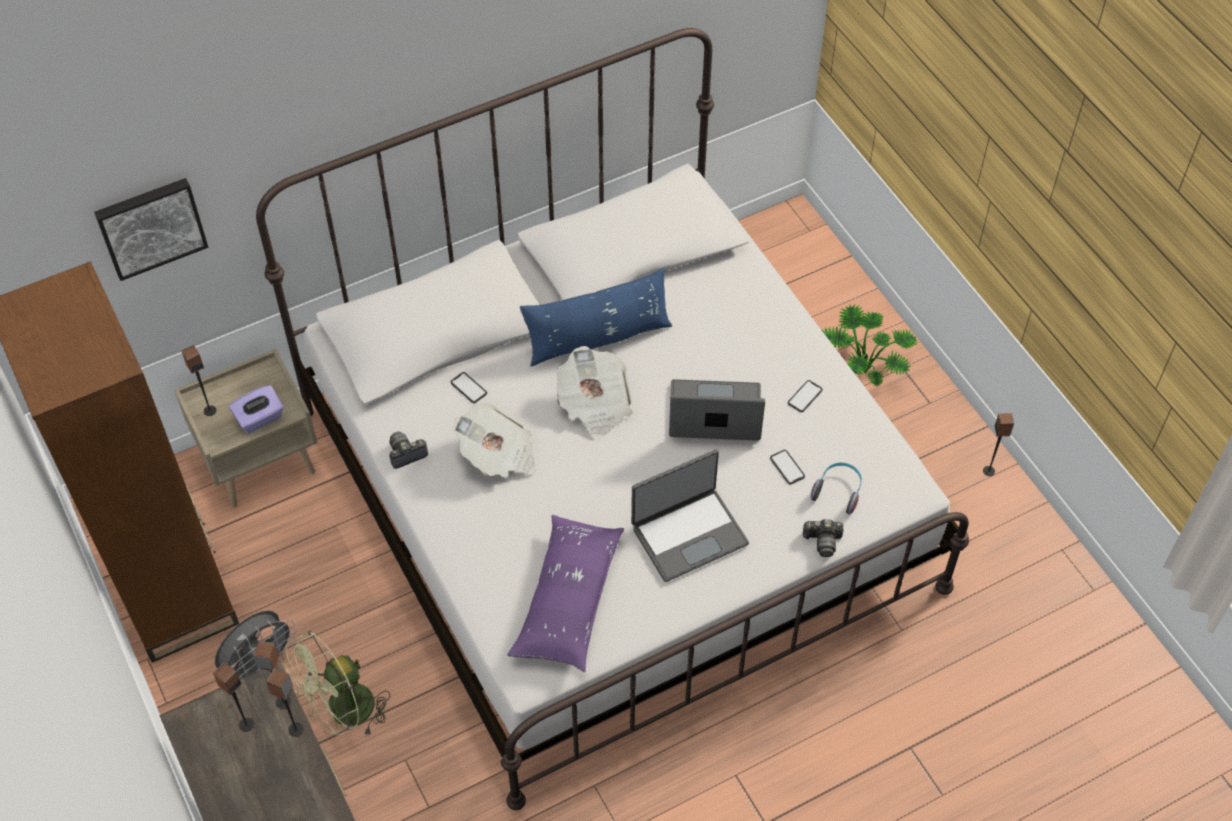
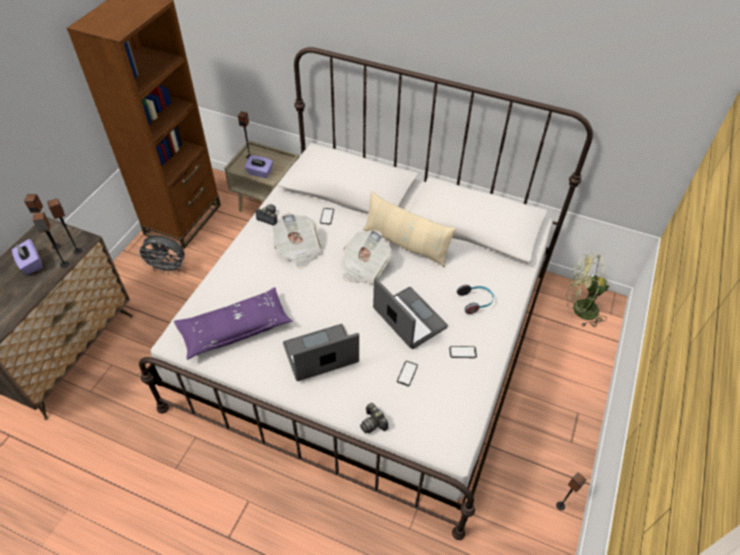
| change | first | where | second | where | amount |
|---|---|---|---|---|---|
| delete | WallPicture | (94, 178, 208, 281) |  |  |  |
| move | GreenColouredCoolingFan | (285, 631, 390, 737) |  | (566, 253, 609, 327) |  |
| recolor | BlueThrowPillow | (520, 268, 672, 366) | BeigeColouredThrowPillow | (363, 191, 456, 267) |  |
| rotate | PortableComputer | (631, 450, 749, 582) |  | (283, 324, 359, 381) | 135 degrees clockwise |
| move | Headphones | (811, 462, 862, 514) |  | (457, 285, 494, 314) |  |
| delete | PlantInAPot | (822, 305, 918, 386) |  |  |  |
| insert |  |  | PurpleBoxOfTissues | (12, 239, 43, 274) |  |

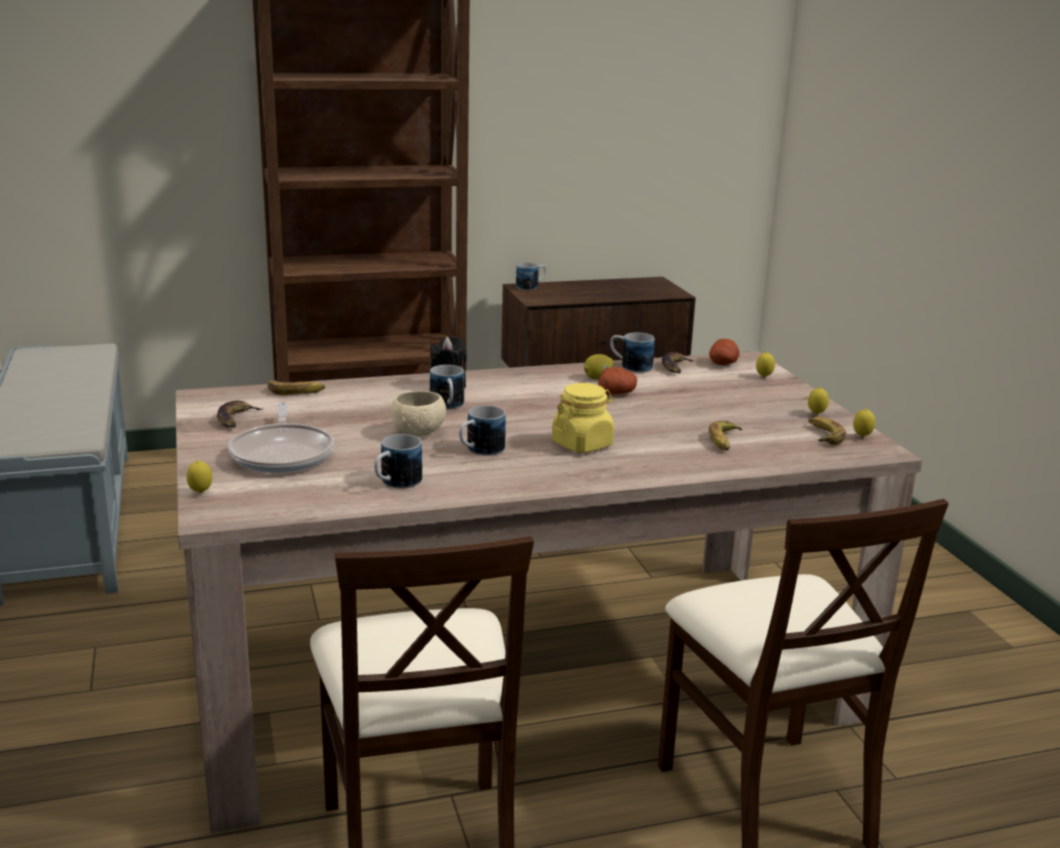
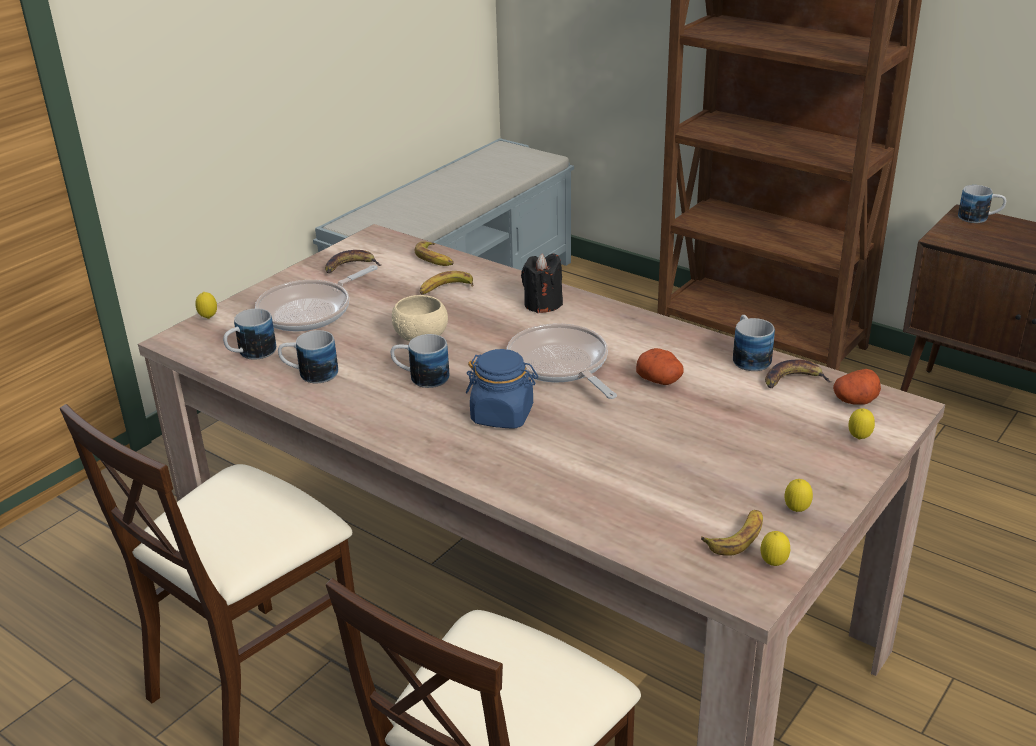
| change | first | where | second | where | amount |
|---|---|---|---|---|---|
| move | CoffeeMug | (430, 365, 464, 409) |  | (223, 309, 276, 360) |  |
| recolor | YellowishJar | (552, 383, 614, 453) | BlueJar | (466, 349, 538, 429) |  |
| delete | CitrusFruit | (584, 354, 613, 380) |  |  |  |
| move | Banana | (709, 421, 742, 451) |  | (420, 271, 473, 295) |  |
| insert |  |  | Pan | (507, 323, 617, 399) |  |

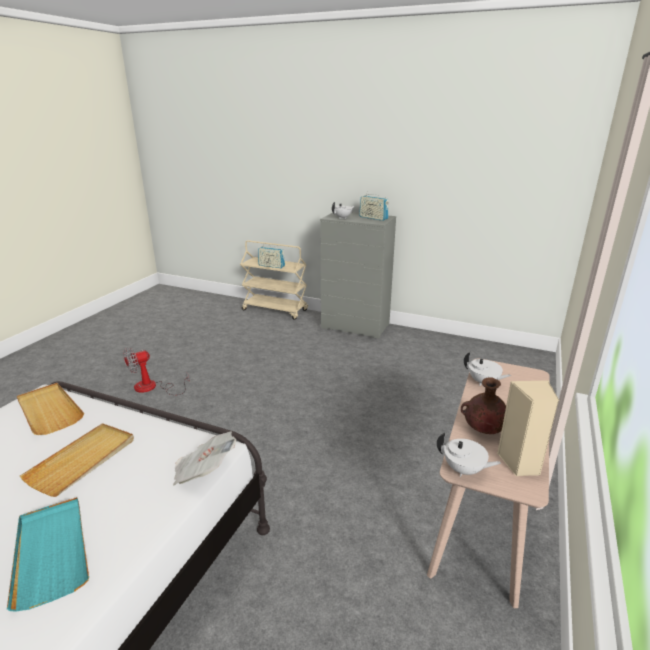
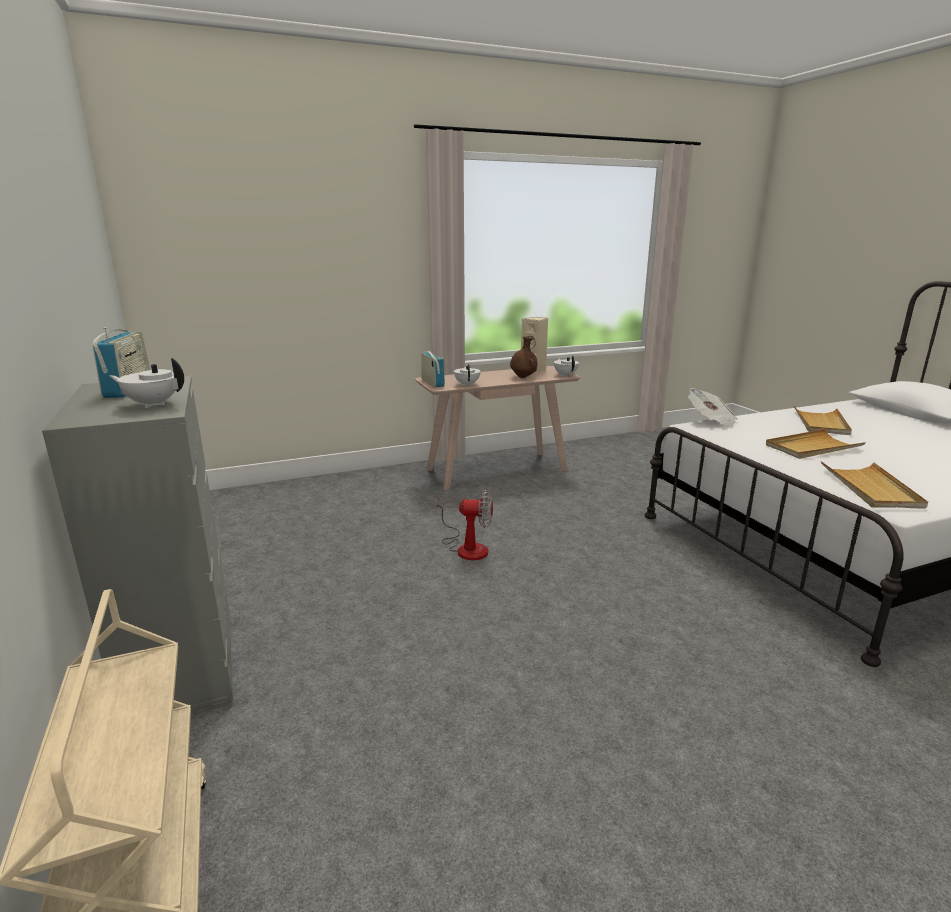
| change | first | where | second | where | amount |
|---|---|---|---|---|---|
| recolor | TurquoiseColouredTray | (7, 497, 89, 612) | BeigeColouredTray | (794, 406, 852, 435) |  |
| move | CoolingFan | (123, 348, 190, 395) |  | (436, 489, 493, 560) |  |
| move | RadioReceiver | (258, 243, 285, 268) |  | (421, 350, 445, 387) |  |

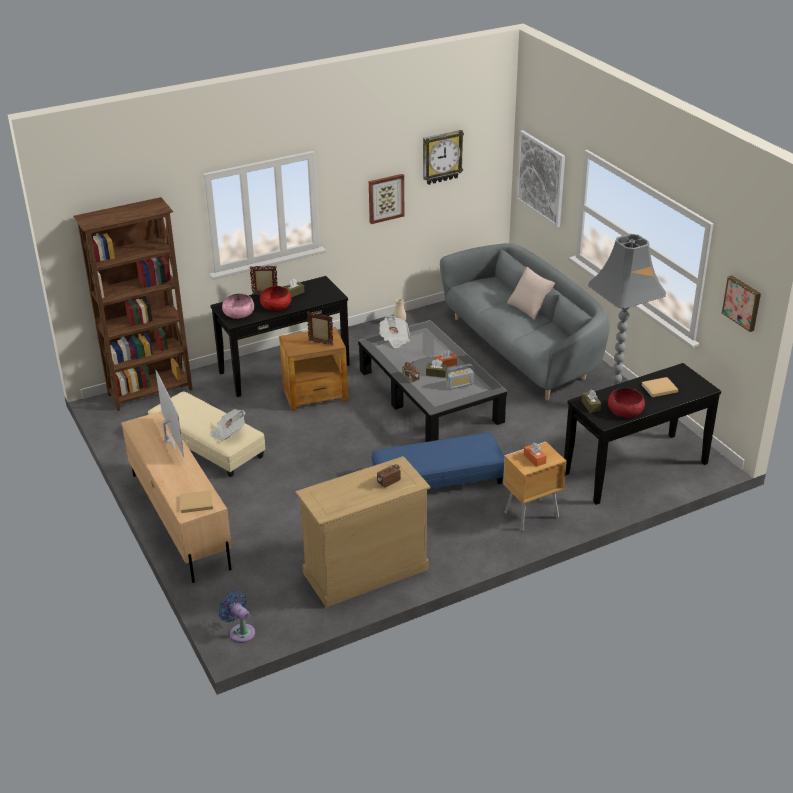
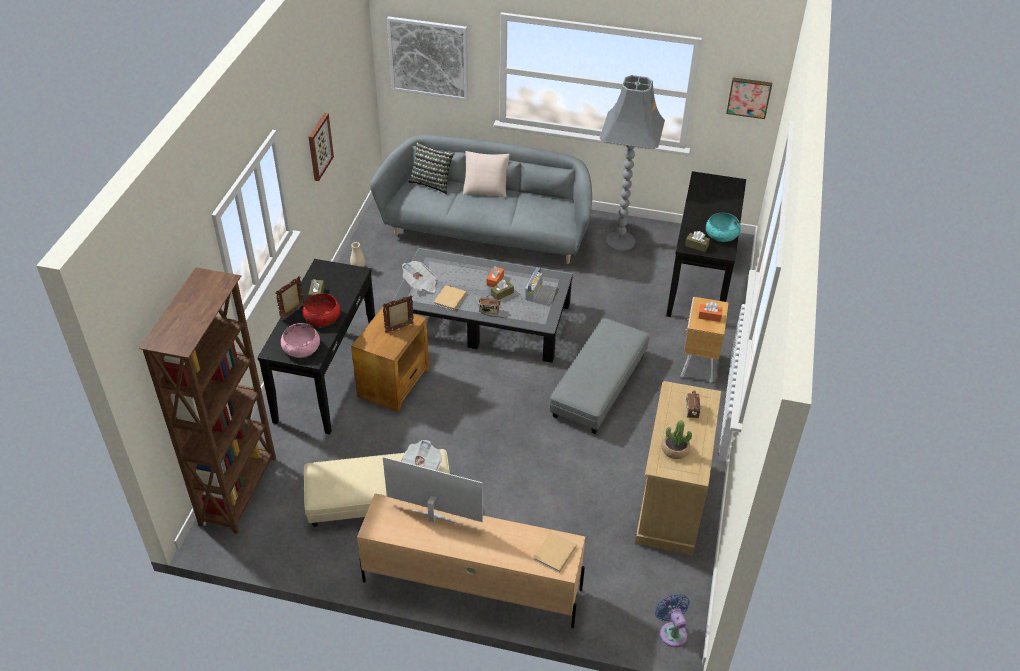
| change | first | where | second | where | amount |
|---|---|---|---|---|---|
| rotate | BlueCoolingFan | (218, 591, 255, 643) |  | (655, 594, 690, 647) | 75 degrees clockwise |
| recolor | BlueOttoman | (372, 433, 504, 489) | GreyOttoman | (550, 318, 649, 434) |  |
| delete | ClockOnTheWall | (423, 130, 464, 185) |  |  |  |
| recolor | RedDeepDish | (608, 388, 645, 418) | TurquoiseColouredDeepDish | (706, 213, 741, 242) |  |
| move | BeigeColouredBook | (642, 377, 678, 397) |  | (434, 285, 466, 311) |  |
| insert |  |  | ThrowPillow | (409, 142, 455, 194) |  |
| insert |  |  | PlantInAPot | (661, 420, 692, 459) |  |

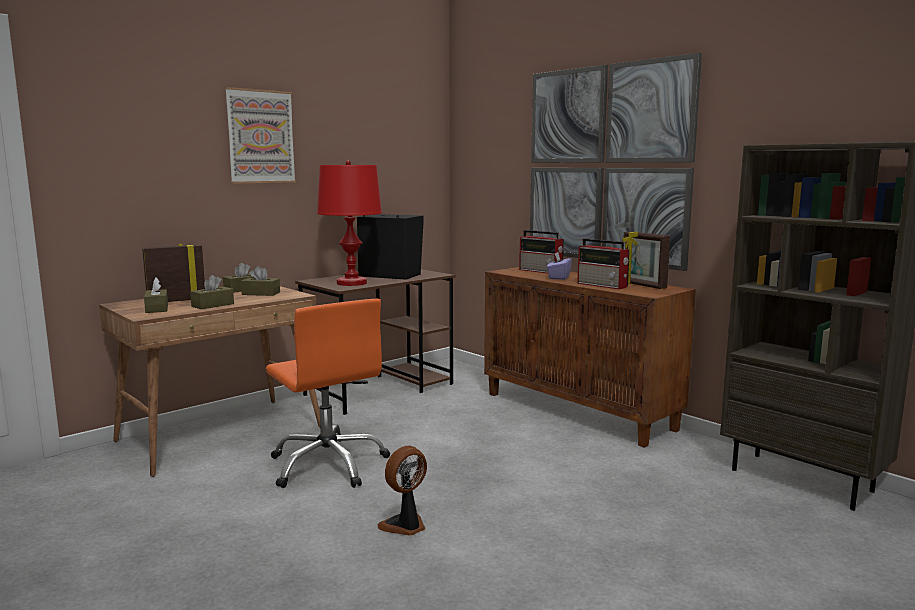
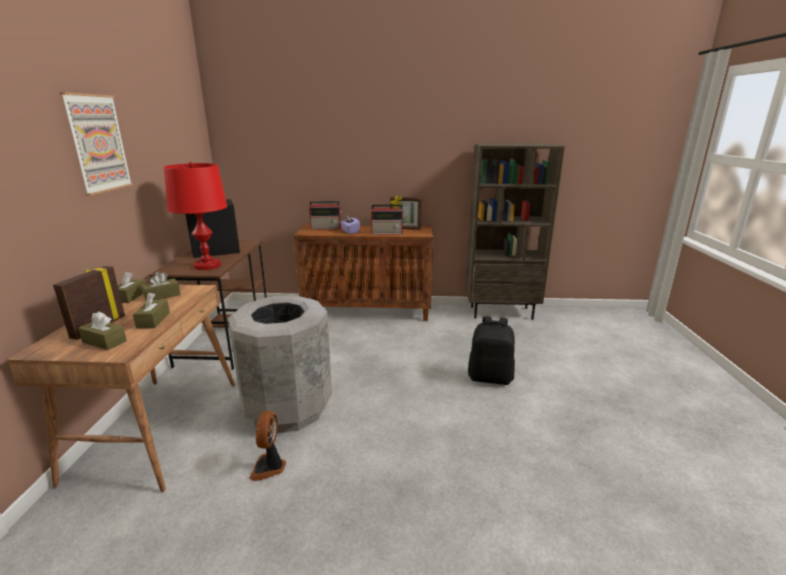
| change | first | where | second | where | amount |
|---|---|---|---|---|---|
| replace | OrangeDeskChair | (266, 299, 390, 488) | GreyRubbishBin | (228, 295, 332, 433) |  |
| move | CoolingFan | (377, 446, 427, 536) |  | (250, 411, 286, 481) |  |
| delete | WallPicture | (530, 53, 702, 271) |  |  |  |
| insert |  |  | BlackishRucksack | (468, 316, 515, 385) |  |

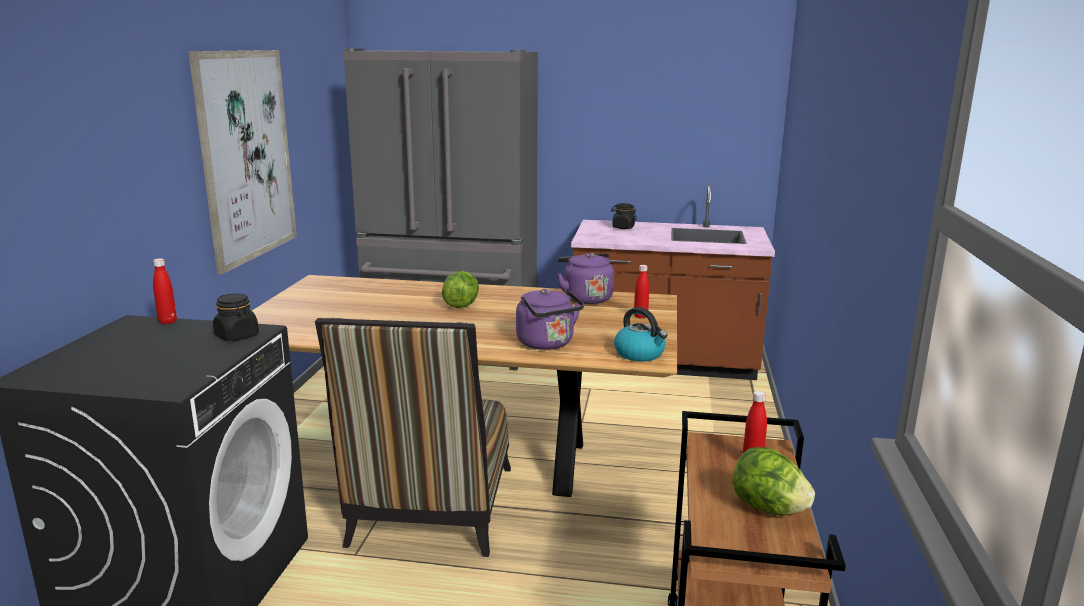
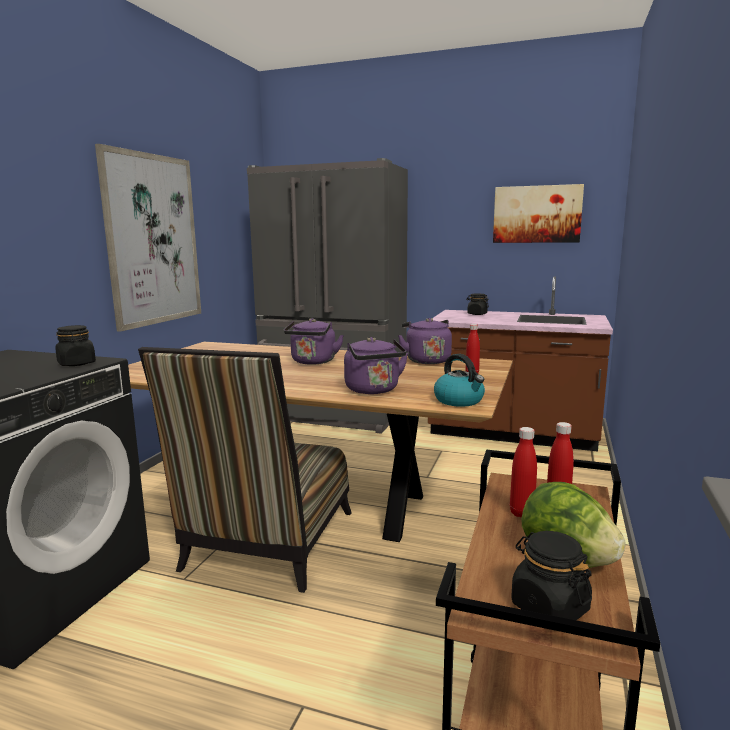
| change | first | where | second | where | amount |
|---|---|---|---|---|---|
| move | RedDrinkBottle | (153, 258, 177, 324) |  | (510, 427, 537, 518) |  |
| replace | HeadOfLettuce | (442, 271, 479, 308) | PurpleKettle | (284, 318, 344, 365) |  |
| insert |  |  | WallPicture | (493, 184, 584, 243) |  |
| insert |  |  | BlackishJar | (511, 531, 592, 620) |  |

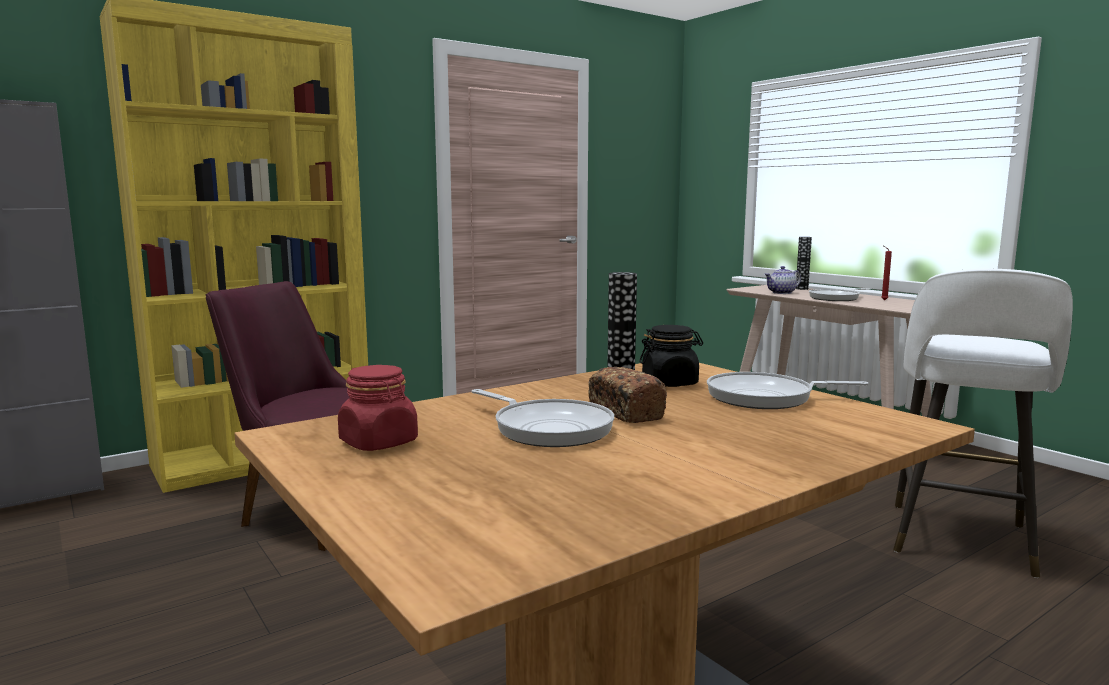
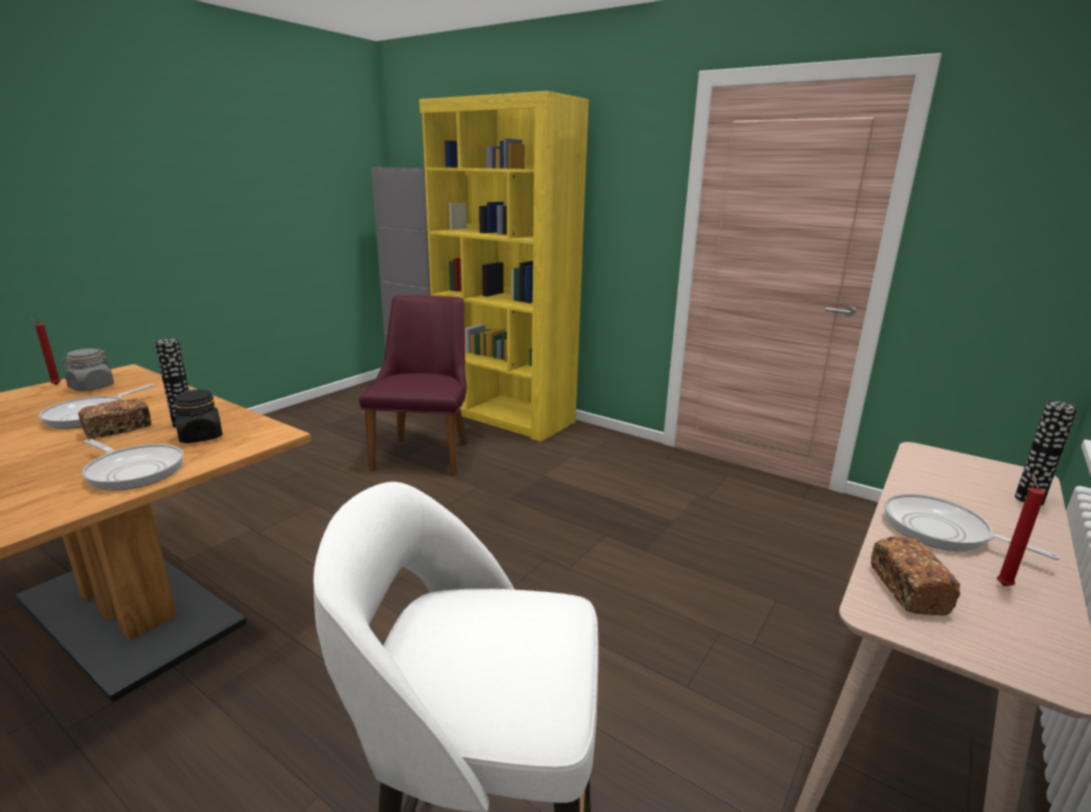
| change | first | where | second | where | amount |
|---|---|---|---|---|---|
| recolor | RedJar | (338, 365, 418, 451) | GreyJar | (60, 349, 114, 392) |  |
| rotate | Pan | (707, 372, 869, 409) |  | (82, 439, 184, 490) | 135 degrees clockwise |
| delete | TeaPot | (764, 266, 801, 294) |  |  |  |
| insert |  |  | RedWaxLight | (28, 318, 61, 385) |  |
| insert |  |  | BakedBread | (871, 536, 960, 616) |  |

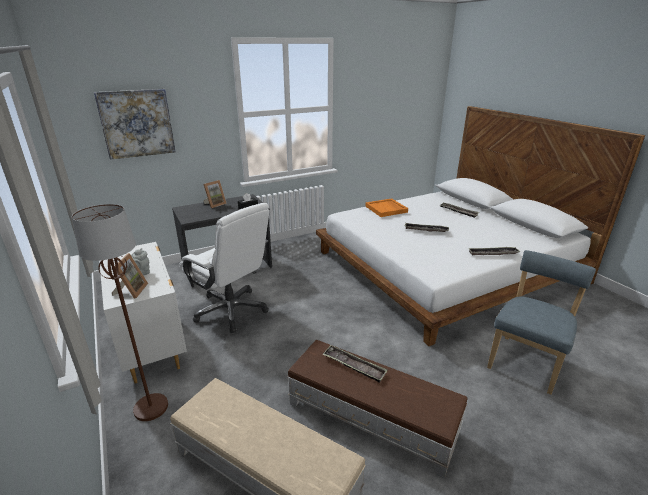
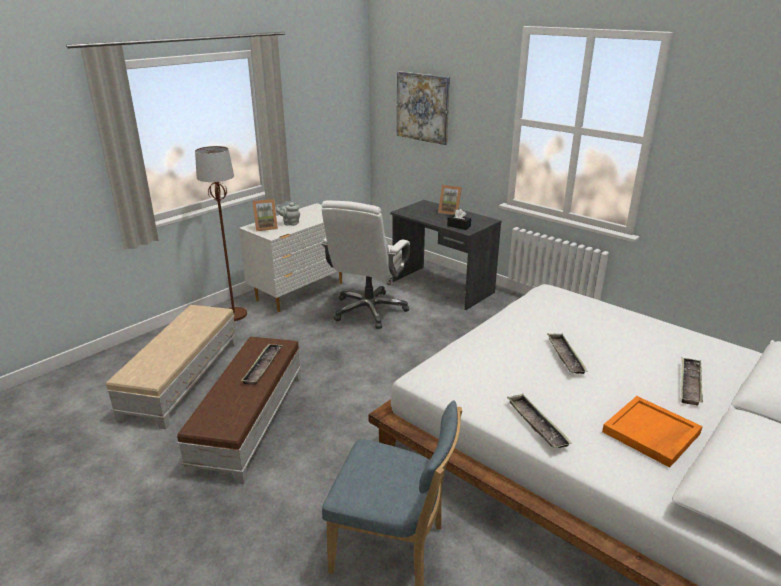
| change | first | where | second | where | amount |
|---|---|---|---|---|---|
| move | OrangeTray | (365, 198, 408, 217) |  | (602, 396, 703, 468) |  |

